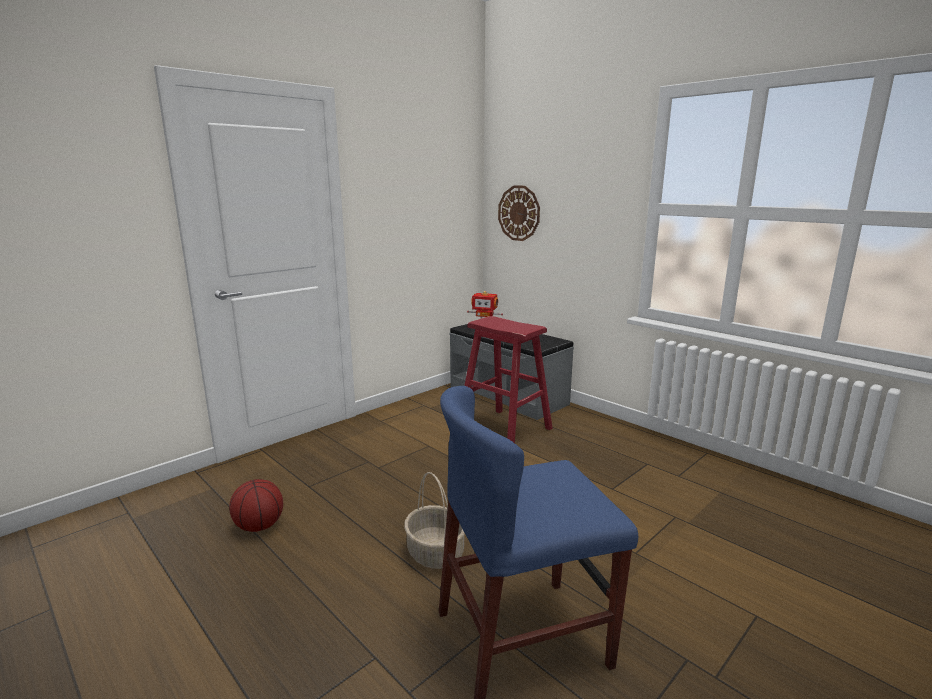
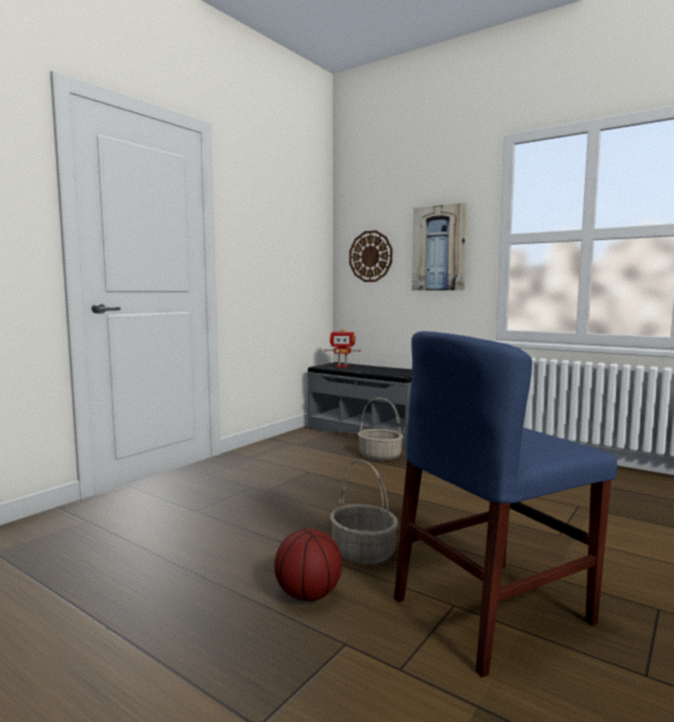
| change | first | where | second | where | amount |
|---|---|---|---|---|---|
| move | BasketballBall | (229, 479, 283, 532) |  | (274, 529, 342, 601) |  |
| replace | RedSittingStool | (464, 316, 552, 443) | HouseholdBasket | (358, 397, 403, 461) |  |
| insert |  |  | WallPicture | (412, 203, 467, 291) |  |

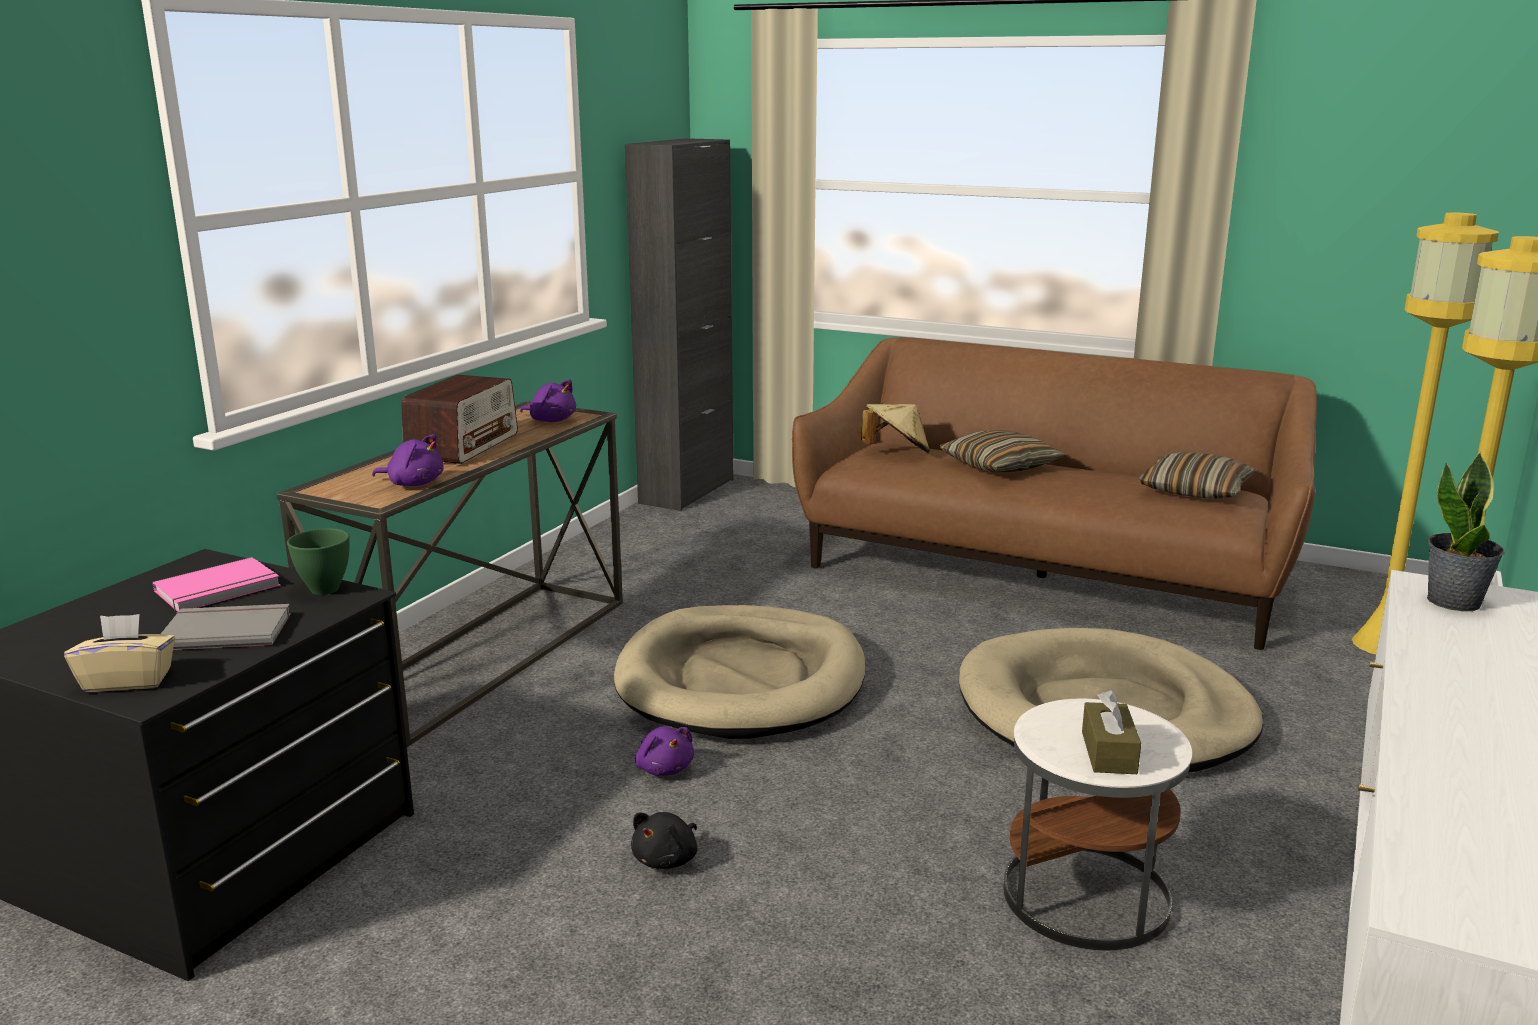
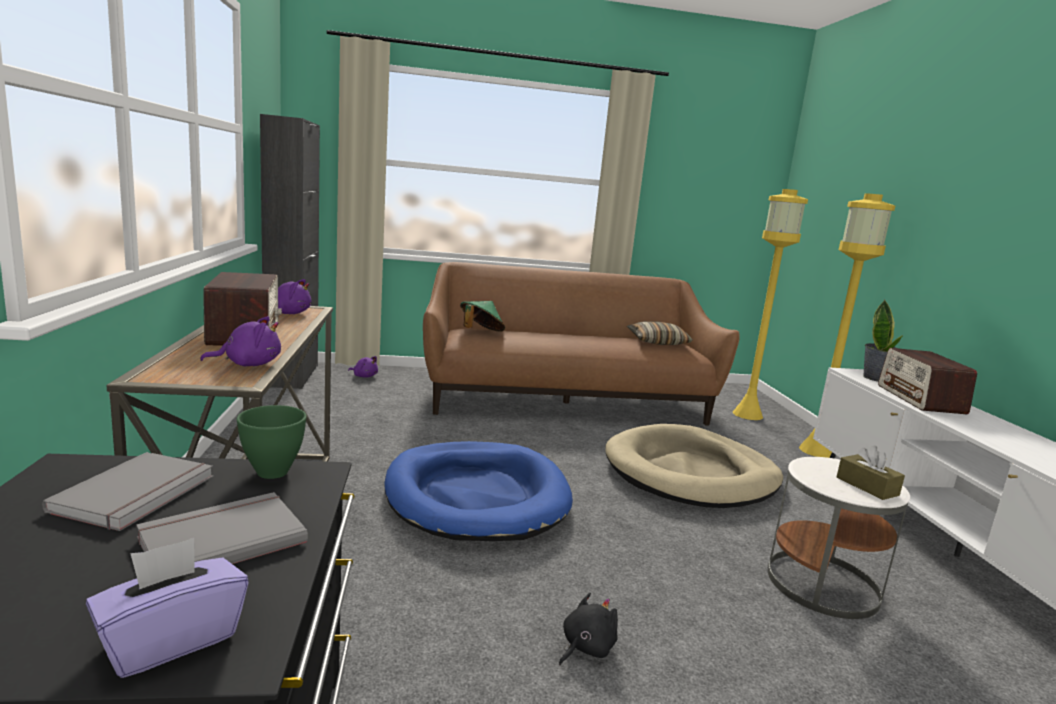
| change | first | where | second | where | amount |
|---|---|---|---|---|---|
| recolor | BeigeColouredBoxOfTissues | (64, 614, 175, 692) | PurpleBoxOfTissues | (86, 538, 249, 678) |  |
| recolor | PinkColouredBook | (153, 557, 281, 612) | GreyBook | (42, 452, 213, 531) |  |
| recolor | BeigeColouredDogCushion | (614, 605, 865, 739) | BlueDogCushion | (384, 441, 573, 541) |  |
| rotate | BlackishCuddlyToy | (631, 812, 697, 869) |  | (559, 593, 618, 666) | 135 degrees counterclockwise |
| move | PurpleCuddlyToy | (635, 726, 694, 776) |  | (348, 356, 378, 378) |  |
| recolor | BeigeColouredClothingHat | (861, 404, 930, 453) | GreenColouredClothingHat | (460, 301, 505, 331) |  |
| delete | ThrowPillow | (939, 430, 1065, 473) |  |  |  |
| insert |  |  | RadioReceiver | (878, 348, 977, 414) |  |

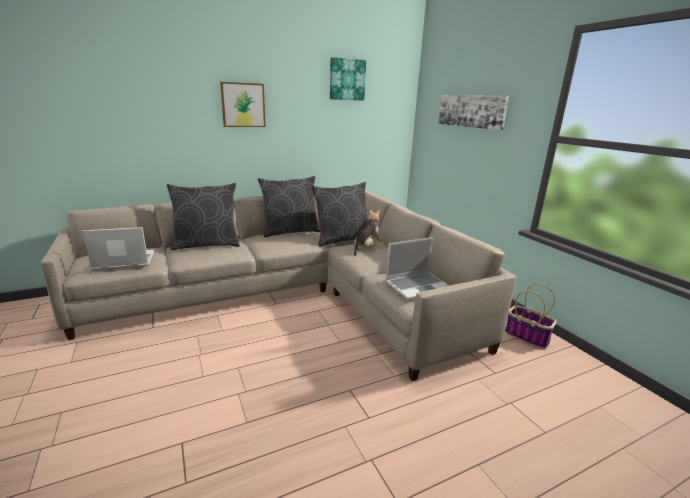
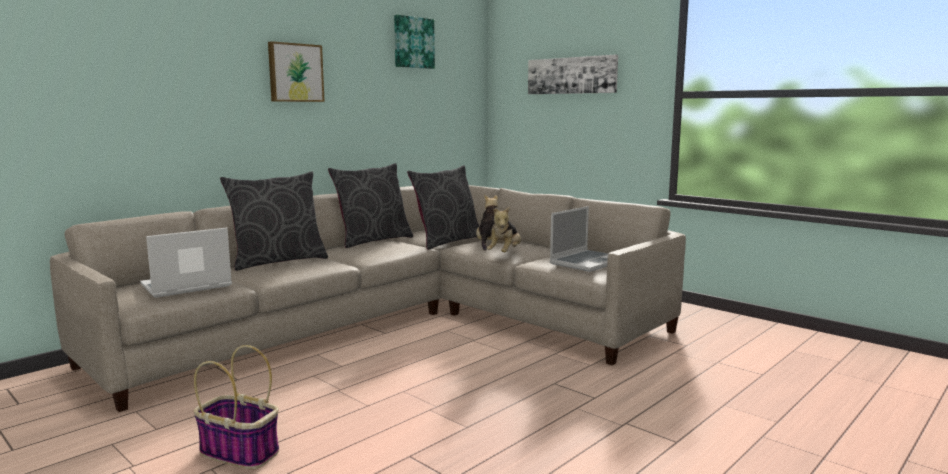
| change | first | where | second | where | amount |
|---|---|---|---|---|---|
| move | HouseholdBasket | (505, 283, 556, 349) |  | (194, 345, 279, 470) |  |
| insert |  |  | CuddlyToy | (487, 206, 521, 252) |  |

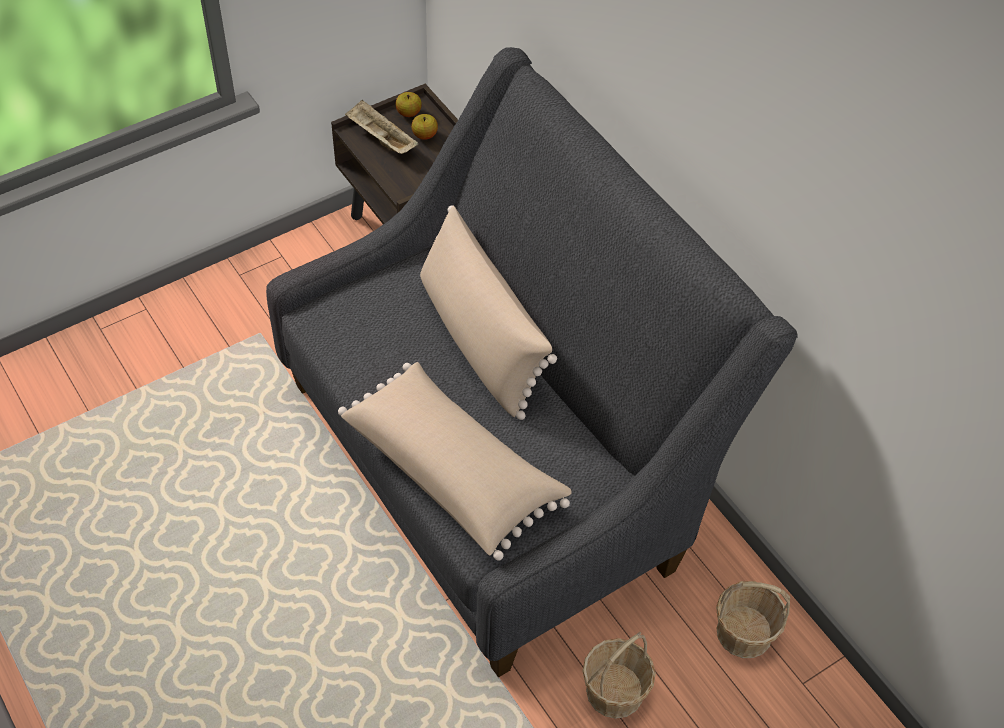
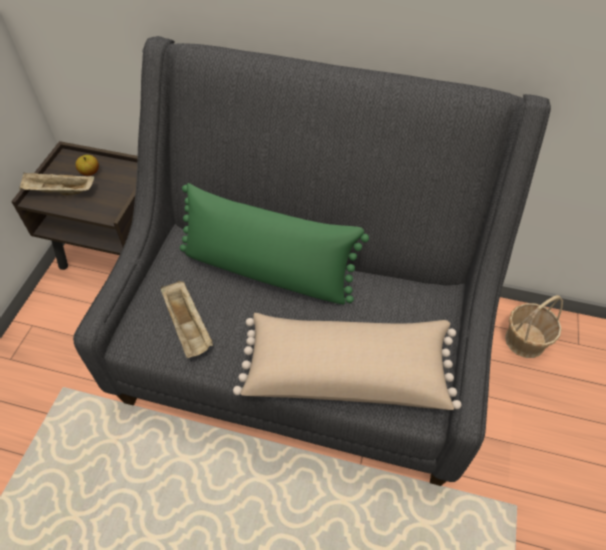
| change | first | where | second | where | amount |
|---|---|---|---|---|---|
| delete | AppleFruit | (395, 92, 422, 117) |  |  |  |
| recolor | BeigeColouredThrowPillow | (420, 205, 557, 420) | GreenColouredThrowPillow | (180, 183, 369, 304) |  |
| delete | HouseholdBasket | (582, 632, 656, 719) |  |  |  |
| insert |  |  | BeigeColouredTray | (161, 281, 213, 358) |  |

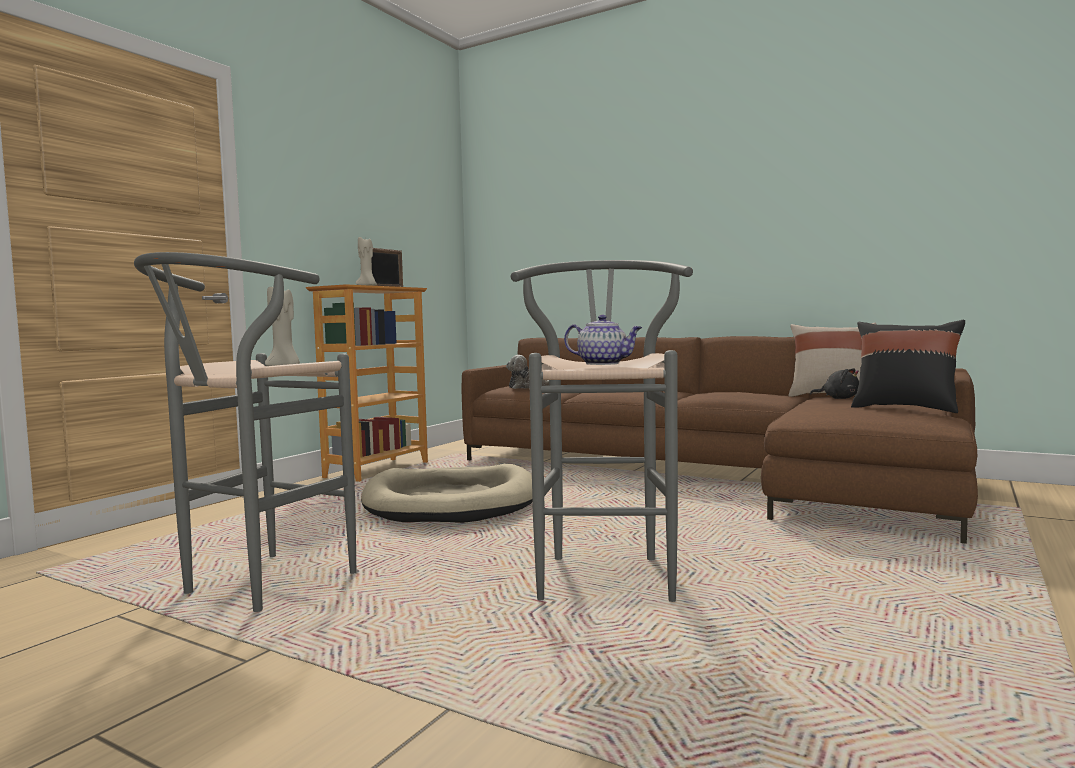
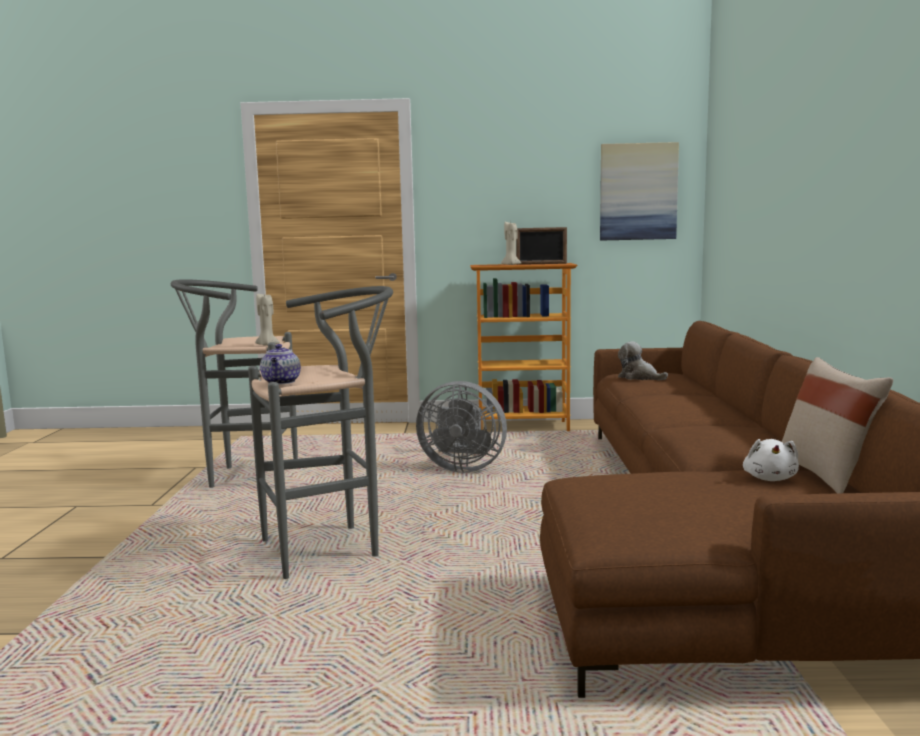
| change | first | where | second | where | amount |
|---|---|---|---|---|---|
| replace | BeigeColouredDogCushion | (361, 464, 532, 523) | GreyCoolingFan | (416, 381, 507, 473) |  |
| recolor | BlackishCuddlyToy | (810, 368, 859, 399) | WhiteCuddlyToy | (743, 439, 799, 481) |  |
| delete | BlackishThrowPillow | (851, 320, 965, 413) |  |  |  |
| insert |  |  | WallPicture | (600, 142, 679, 241) |  |

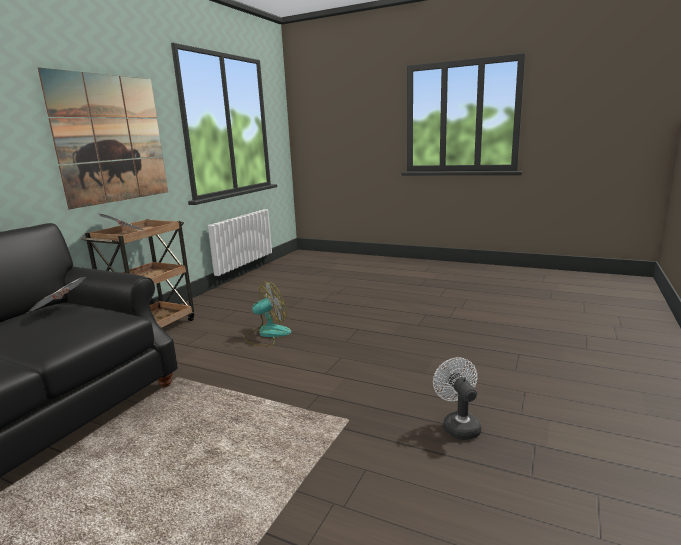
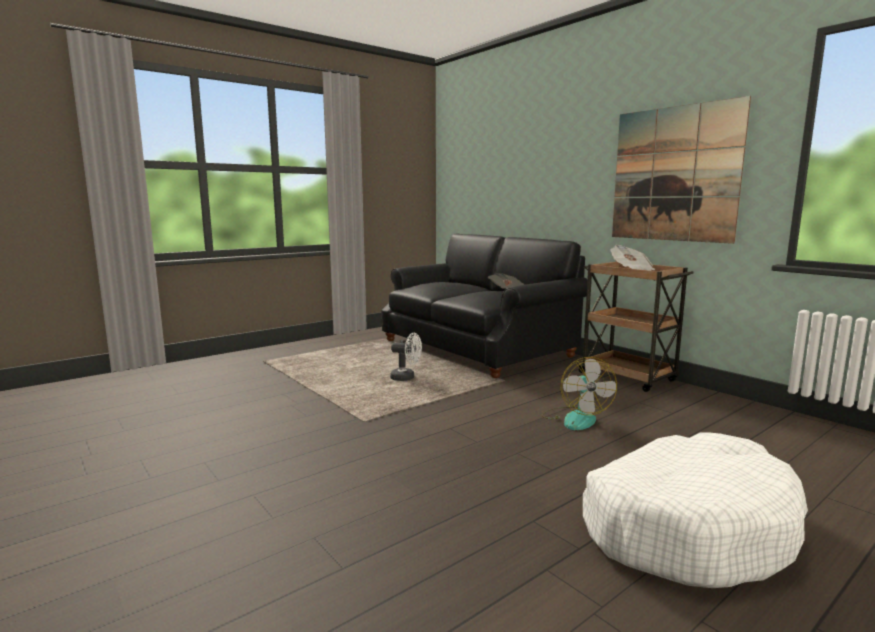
| change | first | where | second | where | amount |
|---|---|---|---|---|---|
| move | WhiteCoolingFan | (433, 357, 481, 440) |  | (390, 333, 422, 381) |  |
| insert |  |  | WhiteDogCushion | (583, 432, 808, 588) |  |

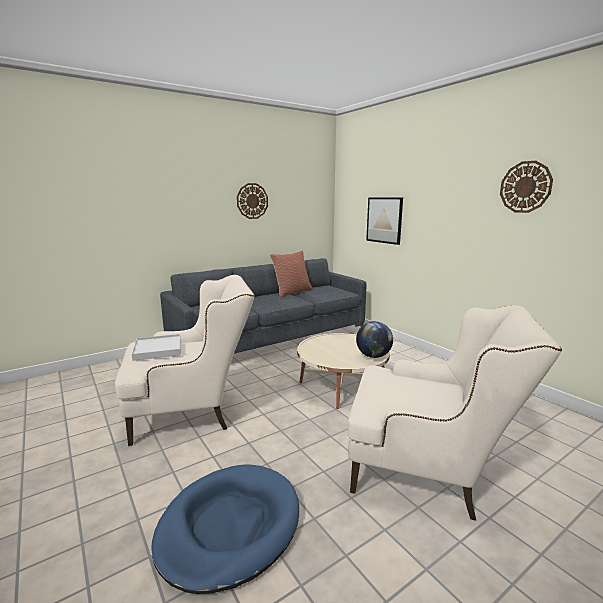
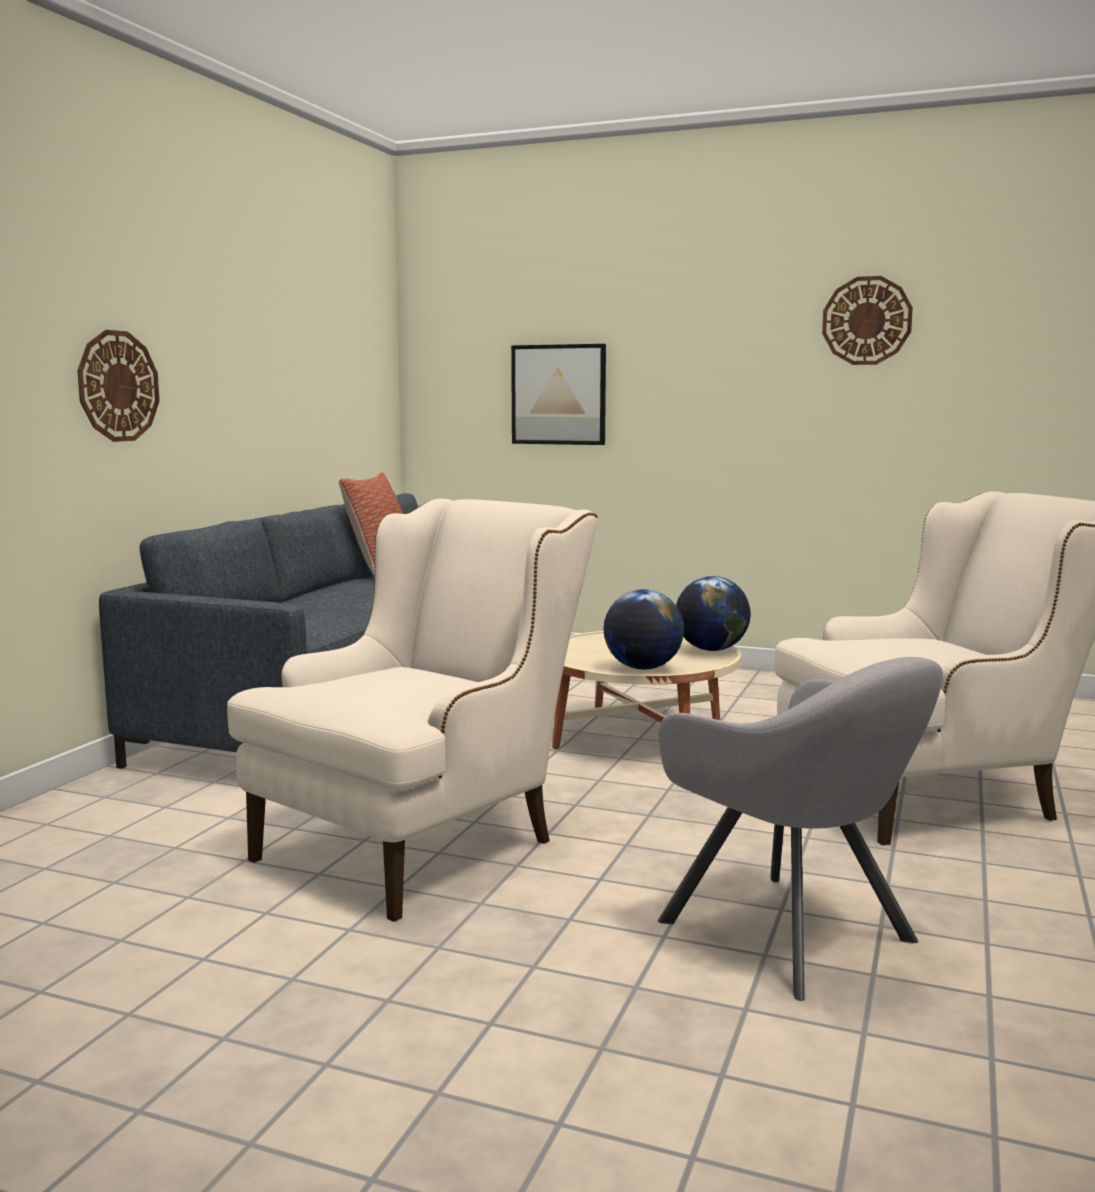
| change | first | where | second | where | amount |
|---|---|---|---|---|---|
| delete | WhiteTray | (132, 334, 181, 361) |  |  |  |
| replace | BlueDogCushion | (151, 464, 299, 594) | GreyLoungeChair | (658, 657, 943, 1001) |  |
| move | ClockOnTheWall | (237, 183, 268, 219) |  | (77, 330, 160, 442) |  |
| insert |  |  | DeskGlobe | (603, 589, 684, 670) |  |

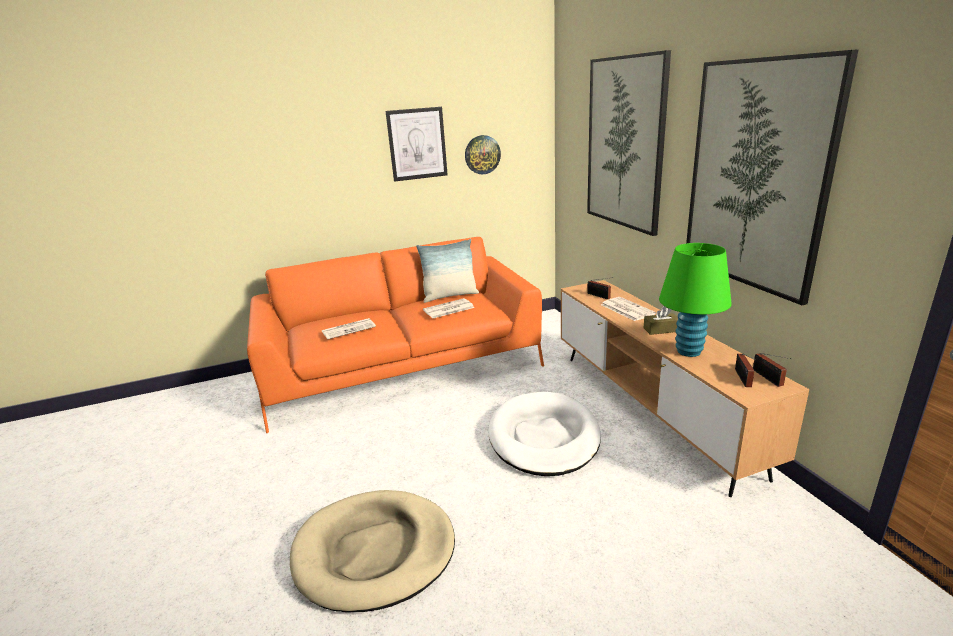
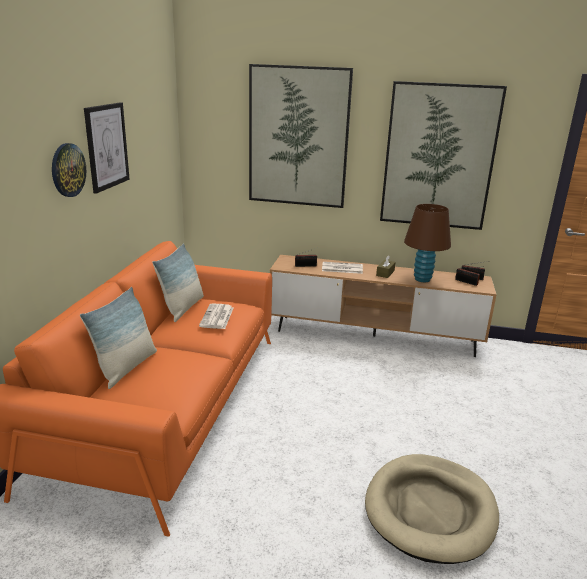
| change | first | where | second | where | amount |
|---|---|---|---|---|---|
| delete | DailyPaper | (322, 318, 376, 339) |  |  |  |
| move | ClockOnTheWall | (465, 135, 501, 174) |  | (52, 143, 86, 197) |  |
| delete | WhiteDogCushion | (488, 392, 601, 476) |  |  |  |
| recolor | GreenColouredTableLamp | (659, 243, 732, 357) | BrownTableLamp | (404, 204, 451, 282) |  |
| insert |  |  | ThrowPillow | (80, 287, 157, 389) |  |

